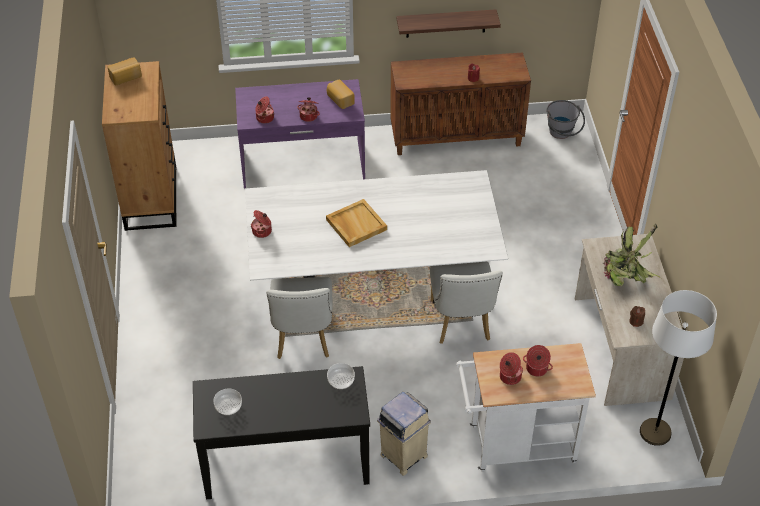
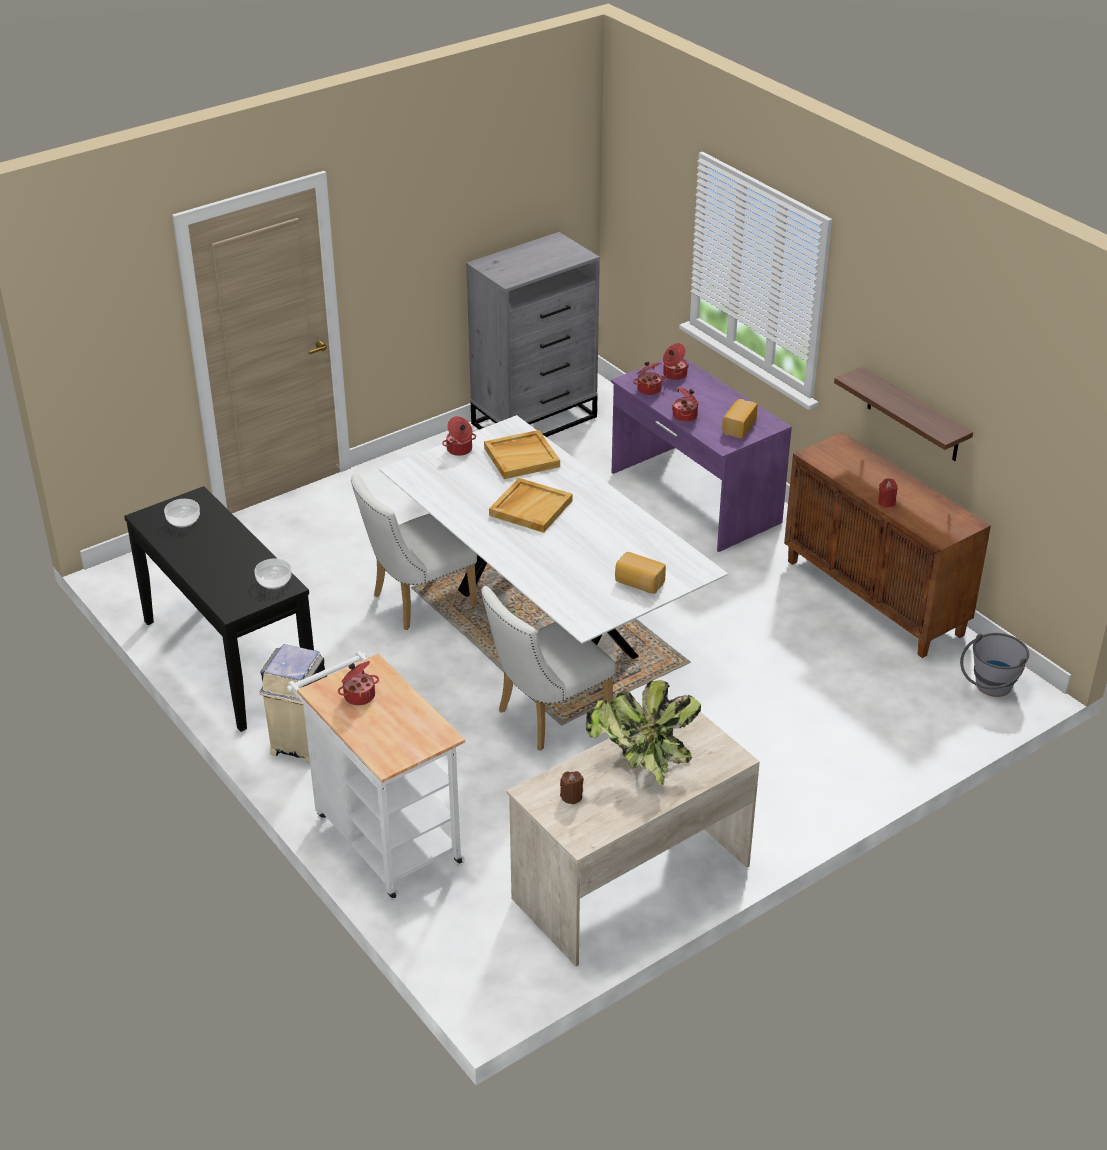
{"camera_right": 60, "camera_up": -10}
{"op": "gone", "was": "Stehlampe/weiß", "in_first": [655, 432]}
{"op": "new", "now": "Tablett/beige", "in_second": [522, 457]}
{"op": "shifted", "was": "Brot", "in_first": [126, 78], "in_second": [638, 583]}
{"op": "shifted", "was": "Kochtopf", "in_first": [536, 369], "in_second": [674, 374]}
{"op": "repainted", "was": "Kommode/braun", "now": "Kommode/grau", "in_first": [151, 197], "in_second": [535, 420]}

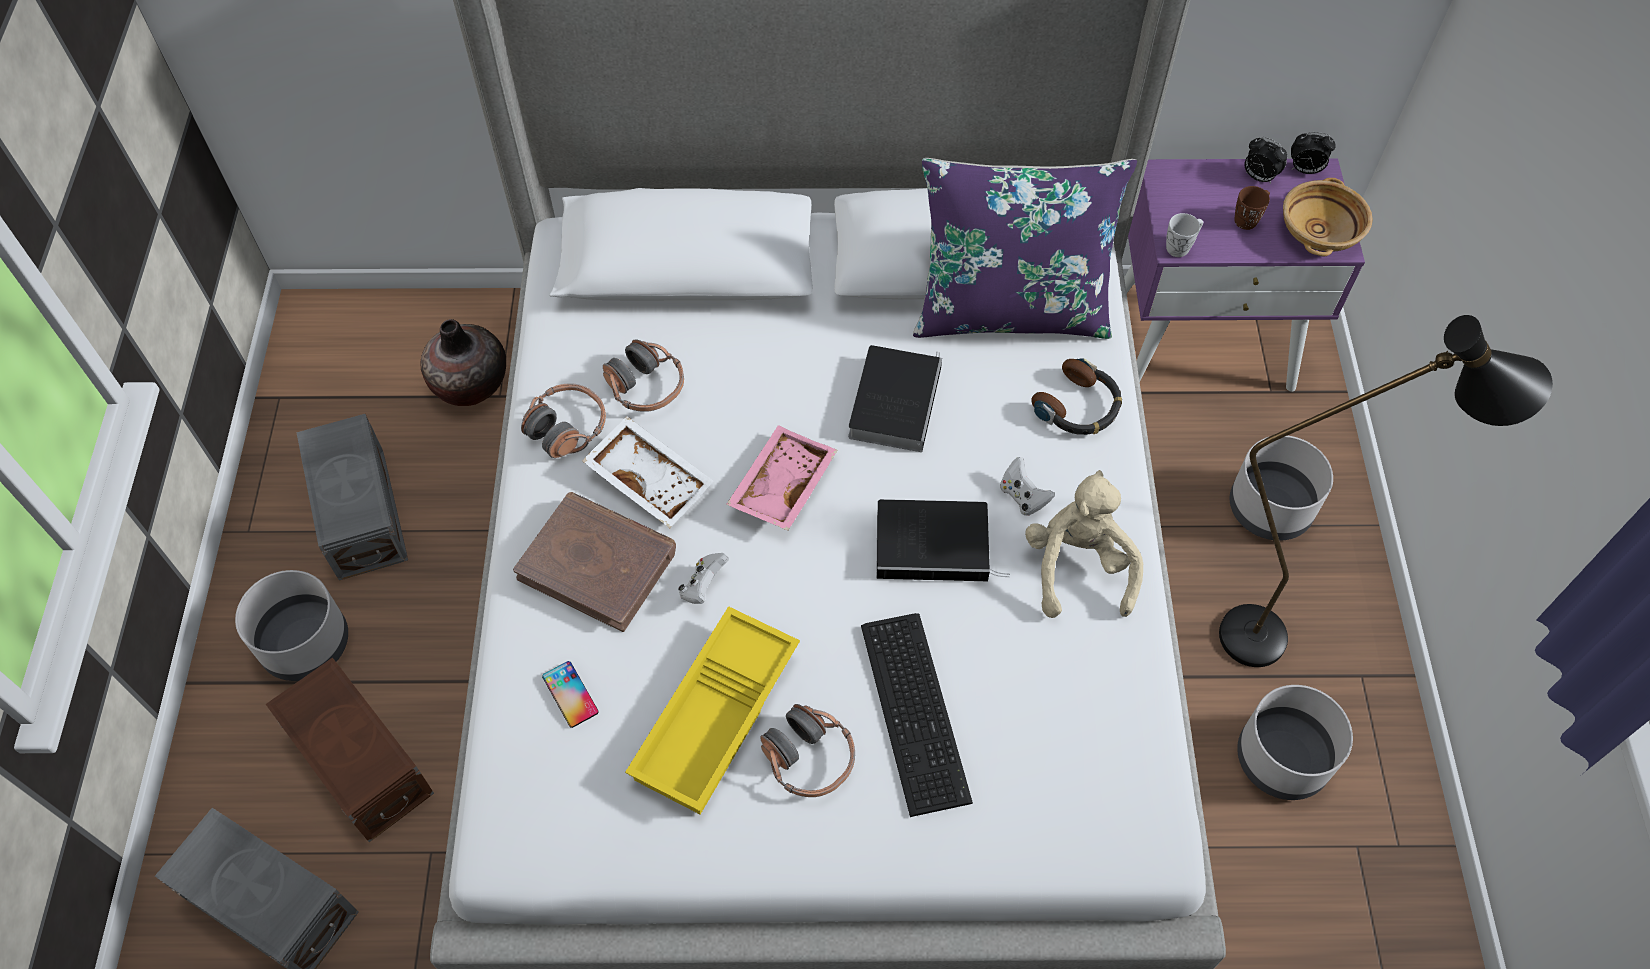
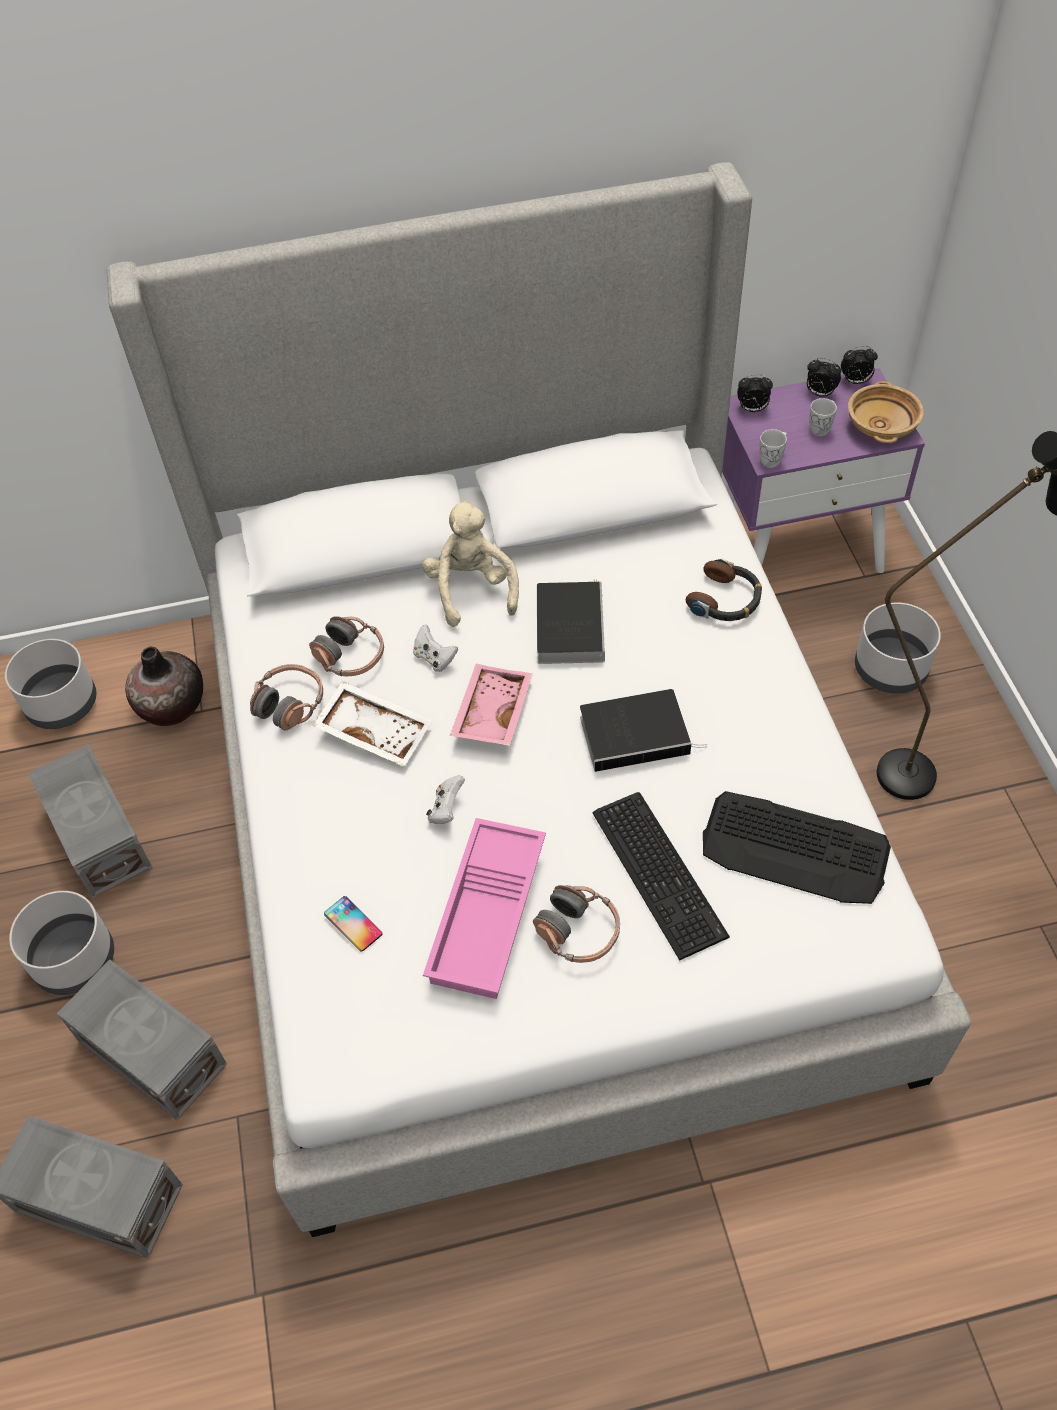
{"camera_right": -10, "camera_up": -5}
{"op": "gone", "was": "Buch/braun", "in_first": [598, 563]}
{"op": "gone", "was": "Kissen/lila", "in_first": [1010, 310]}
{"op": "new", "now": "Tastatur", "in_second": [795, 849]}
{"op": "new", "now": "Wecker", "in_second": [752, 409]}
{"op": "shifted", "was": "Gamepad/weiß", "in_first": [1023, 496], "in_second": [434, 658]}
{"op": "shifted", "was": "Plüschtier/beige", "in_first": [1078, 567], "in_second": [472, 589]}
{"op": "shifted", "was": "Pflanzkübel/grau", "in_first": [1282, 757], "in_second": [62, 703]}
{"op": "repainted", "was": "Aufbewahrungsbox/braun", "now": "Aufbewahrungsbox/grau", "in_first": [361, 760], "in_second": [152, 1050]}
{"op": "repainted", "was": "Tablett/gelb", "now": "Tablett/rosa", "in_first": [718, 718], "in_second": [490, 915]}
{"op": "repainted", "was": "Henkelbecher/braun", "now": "Henkelbecher/weiß", "in_first": [1248, 219], "in_second": [821, 427]}

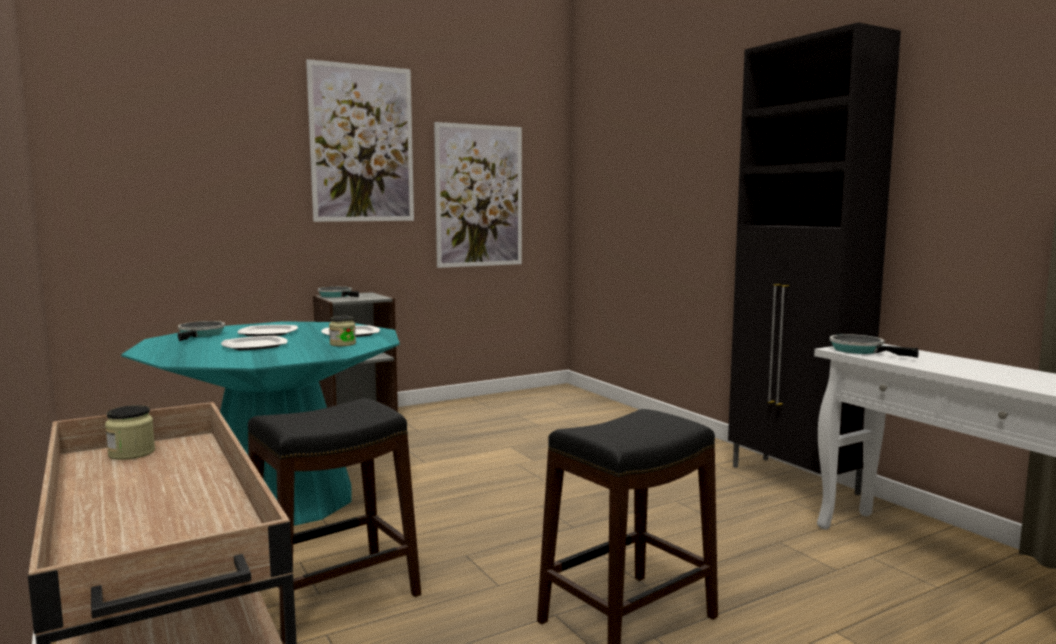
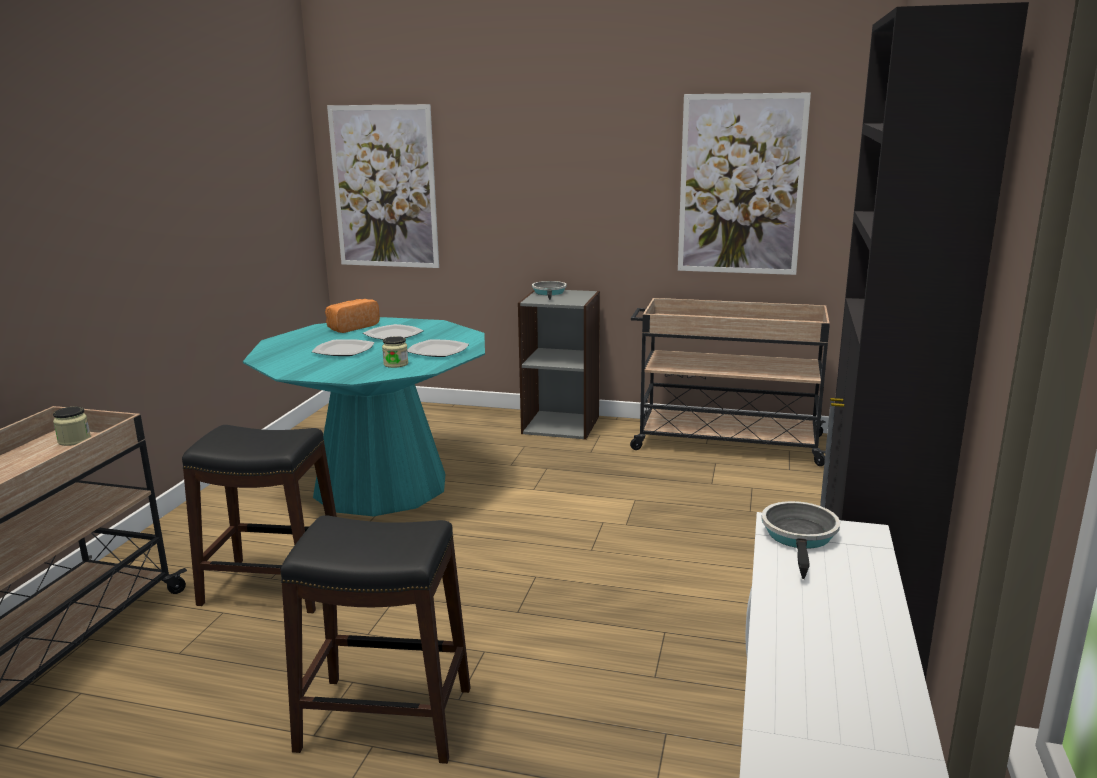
{"camera_right": 45, "camera_up": 10}
{"op": "new", "now": "Rollwagen/beige", "in_second": [725, 443]}
{"op": "shifted", "was": "Bild", "in_first": [362, 144], "in_second": [384, 187]}
{"op": "swapped", "was": "Pfanne", "now": "Brot", "in_first": [201, 335], "in_second": [351, 327]}

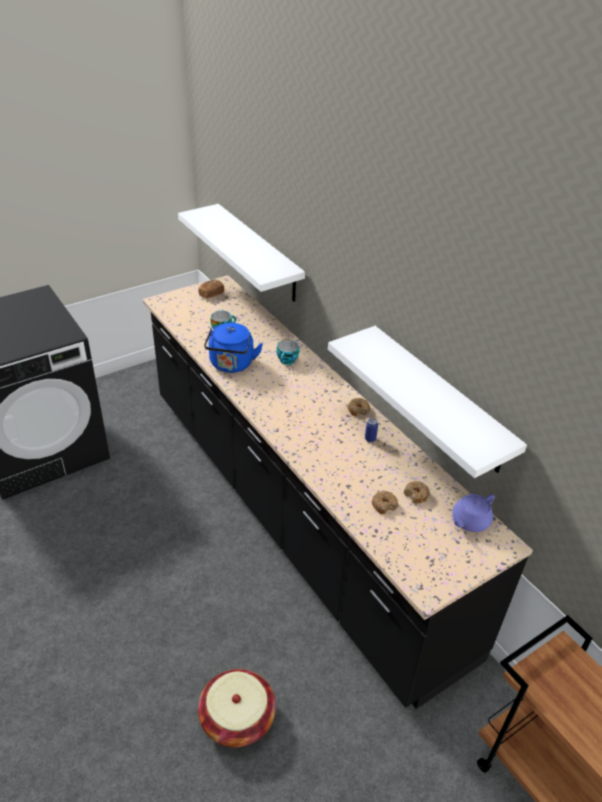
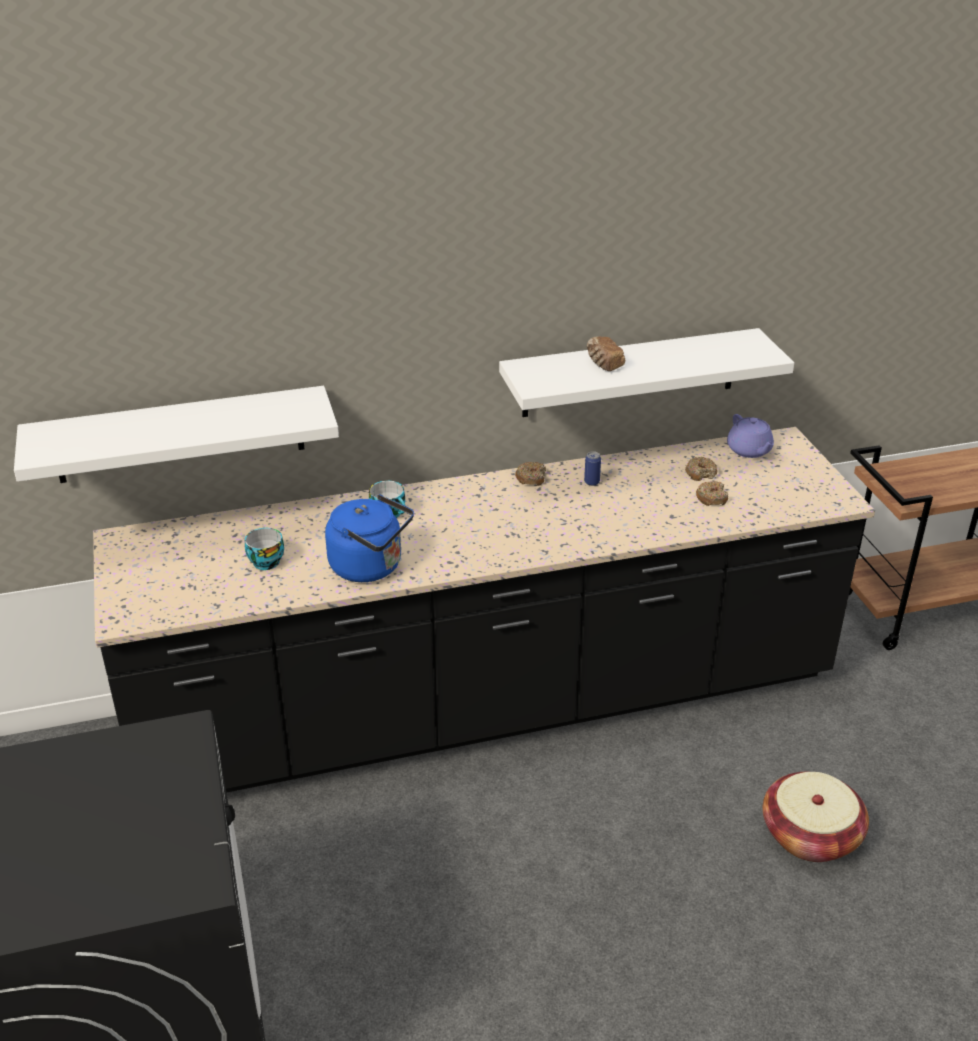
{"camera_right": -70, "camera_up": -5}
{"op": "shifted", "was": "Brot", "in_first": [211, 294], "in_second": [603, 363]}

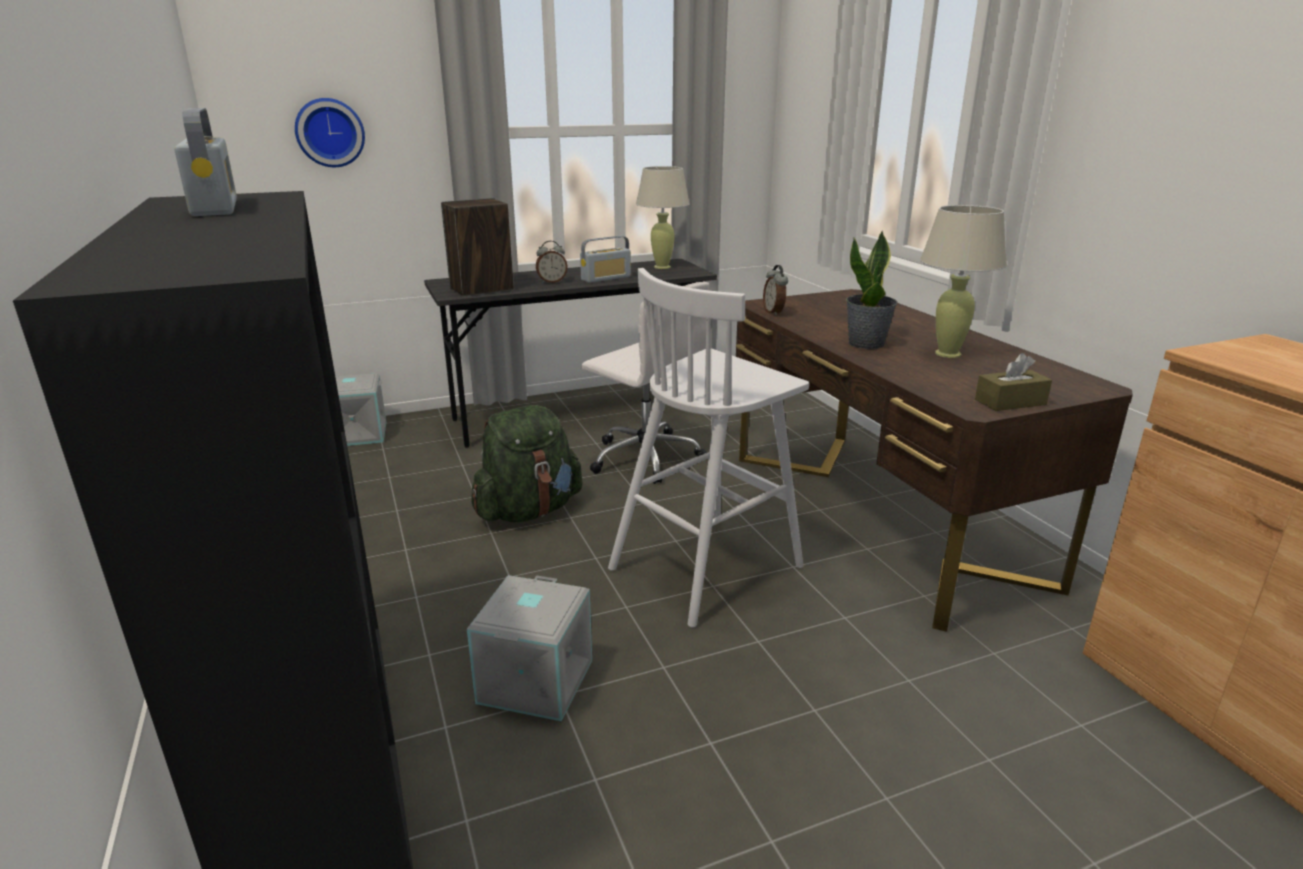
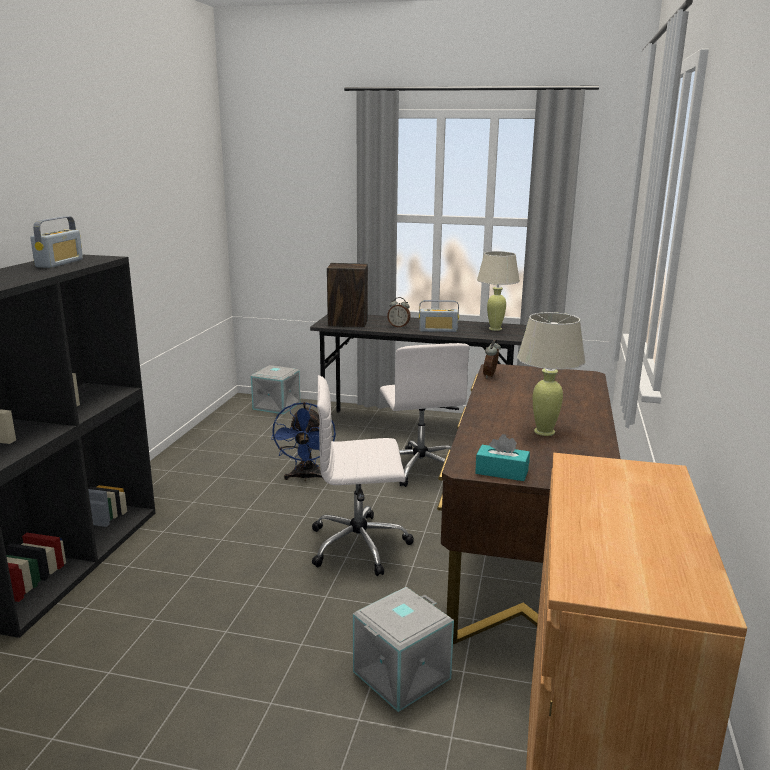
{"camera_right": 35, "camera_up": -5}
{"op": "gone", "was": "Wanduhr", "in_first": [330, 132]}
{"op": "gone", "was": "Topfpflanze", "in_first": [866, 344]}
{"op": "shifted", "was": "Aufbewahrungsbox/grau", "in_first": [537, 682], "in_second": [402, 676]}
{"op": "swapped", "was": "Rucksack/grün", "now": "Ventilator/blau", "in_first": [529, 511], "in_second": [306, 477]}
{"op": "swapped", "was": "Hocker/weiß", "now": "Bürostuhl/weiß", "in_first": [708, 566], "in_second": [360, 545]}
{"op": "repainted", "was": "Taschentuchbox/braun", "now": "Taschentuchbox/türkis", "in_first": [1010, 402], "in_second": [501, 472]}

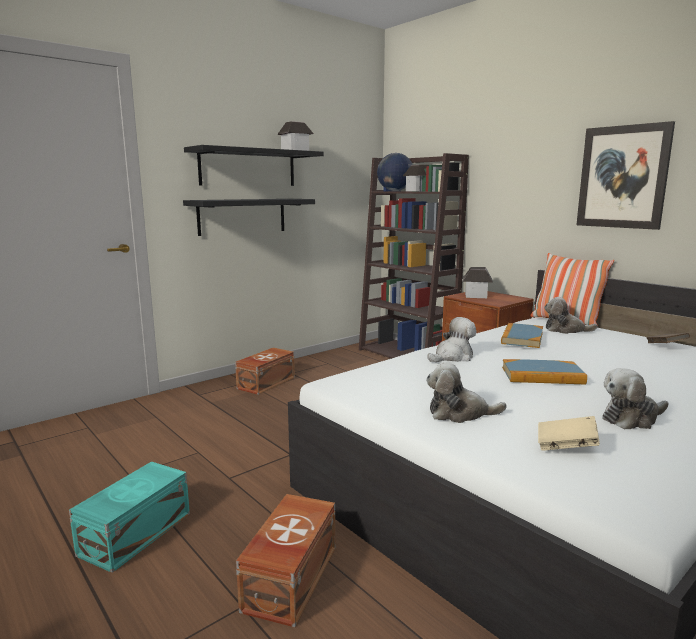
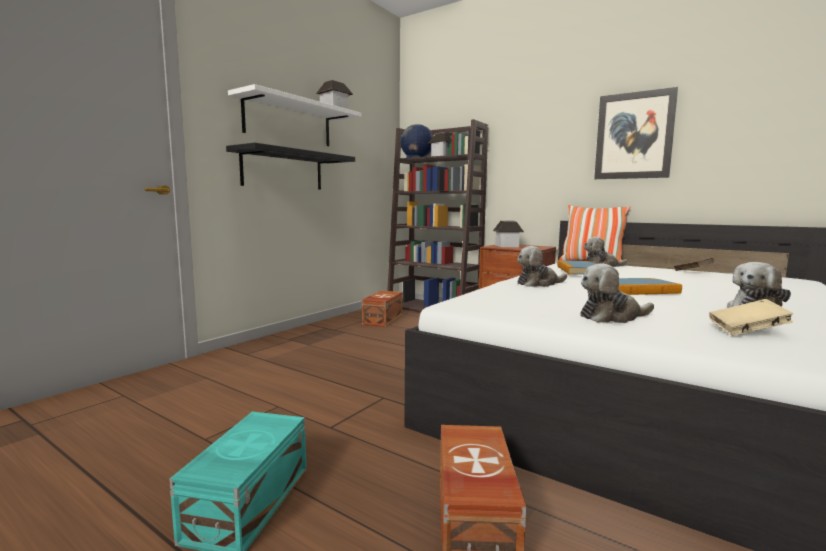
{"camera_right": -15, "camera_up": -5}
{"op": "shifted", "was": "Aufbewahrungsbox/braun", "in_first": [265, 383], "in_second": [382, 319]}
{"op": "repainted", "was": "Wandregal/schwarz", "now": "Wandregal/weiß", "in_first": [248, 168], "in_second": [289, 122]}
{"op": "rotated", "was": "Plüschtier", "in_first": [452, 357], "in_second": [538, 284], "clockwise": -150}

